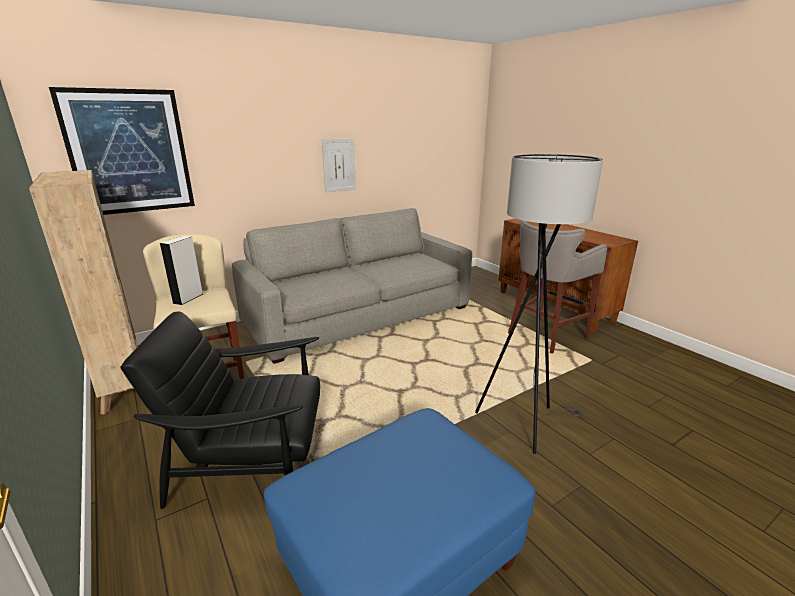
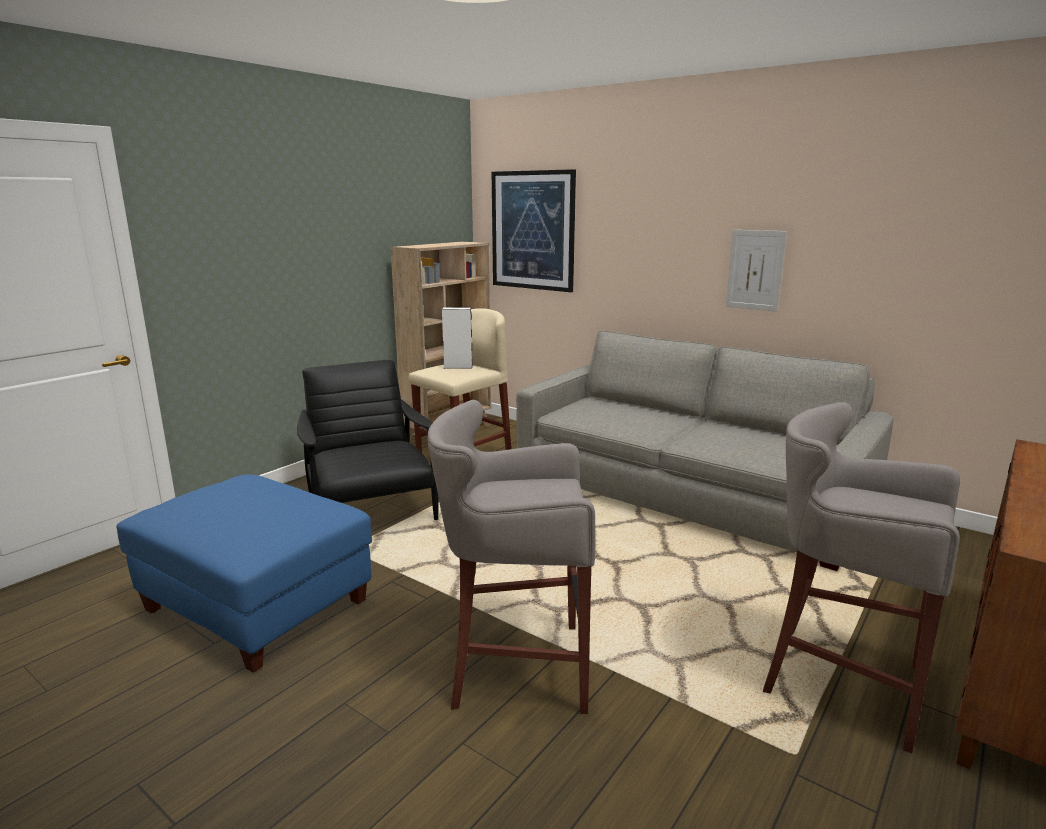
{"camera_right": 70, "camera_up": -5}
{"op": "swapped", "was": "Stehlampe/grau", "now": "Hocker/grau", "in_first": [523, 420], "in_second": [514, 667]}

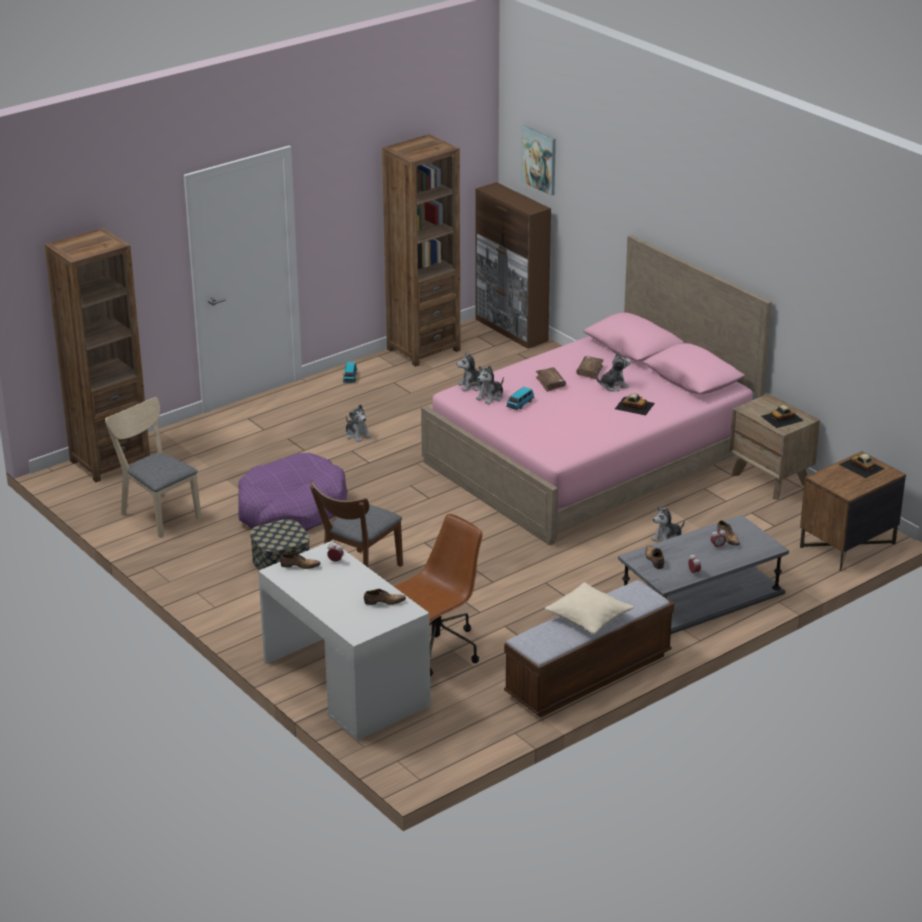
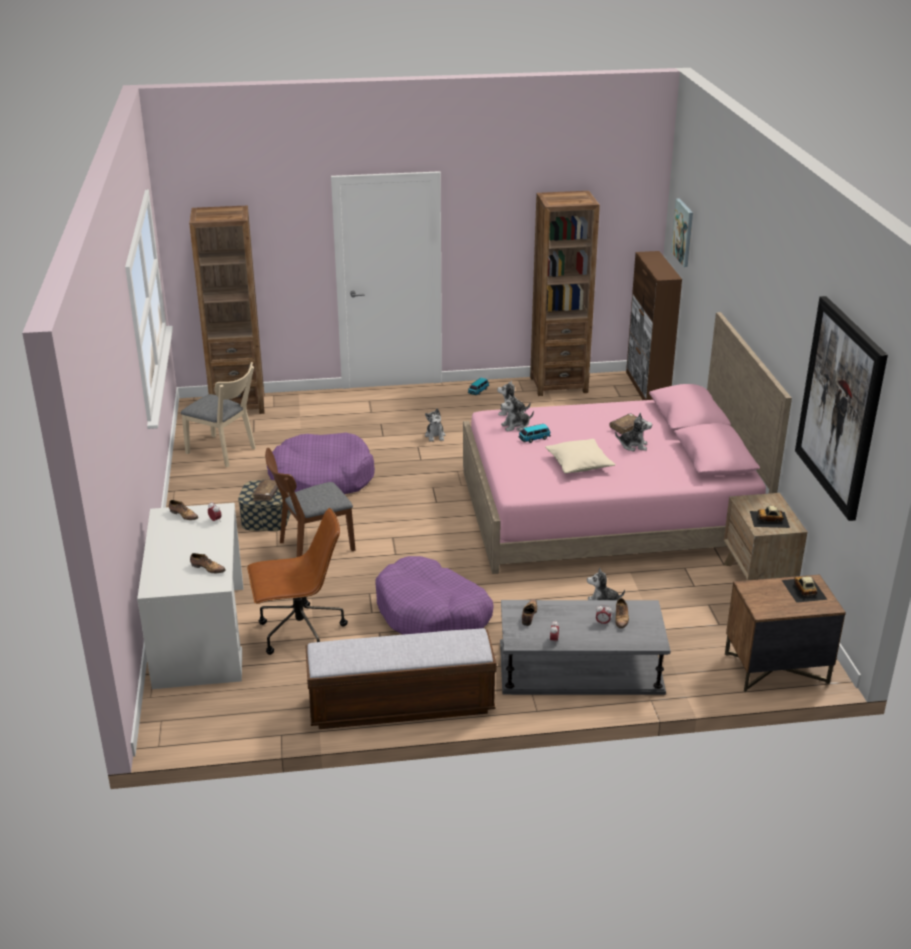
{"camera_right": 30, "camera_up": 0}
{"op": "gone", "was": "Spielzeugauto", "in_first": [634, 406]}
{"op": "new", "now": "Hundebett/lila", "in_second": [432, 614]}
{"op": "new", "now": "Bild", "in_second": [840, 406]}
{"op": "shifted", "was": "Buch/braun", "in_first": [550, 383], "in_second": [266, 494]}
{"op": "shifted", "was": "Kissen/beige", "in_first": [588, 617], "in_second": [579, 464]}
{"op": "rotated", "was": "Stuhl/beige", "in_first": [157, 513], "in_second": [224, 452], "clockwise": 135}

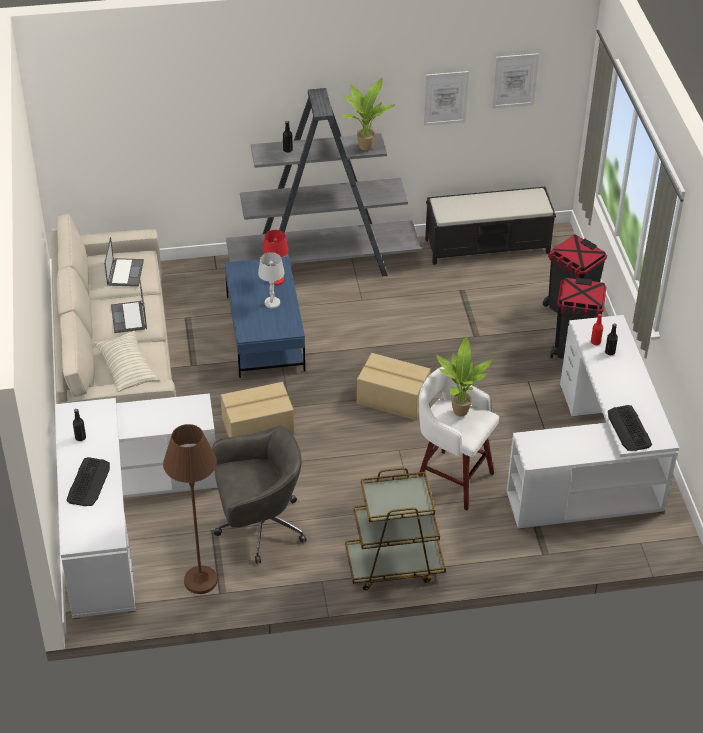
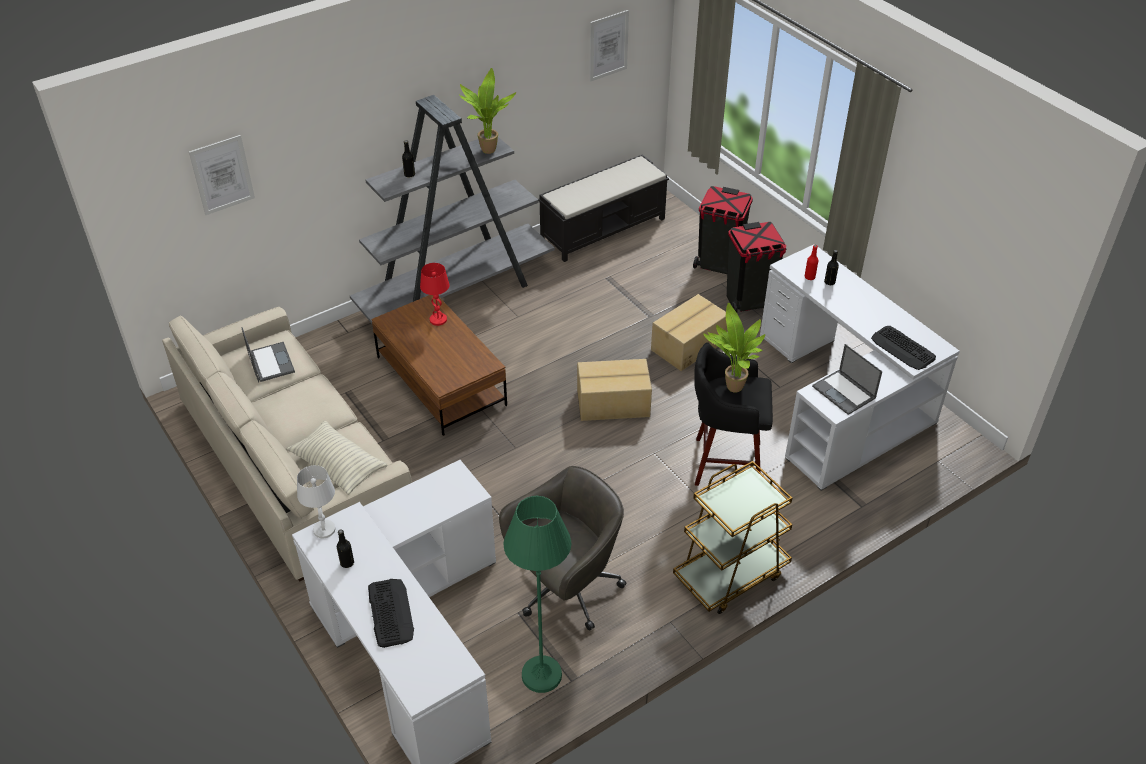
{"camera_right": -25, "camera_up": 0}
{"op": "shifted", "was": "Laptop", "in_first": [129, 318], "in_second": [844, 392]}
{"op": "shifted", "was": "Karton", "in_first": [257, 426], "in_second": [687, 345]}
{"op": "shifted", "was": "Tischlampe/weiß", "in_first": [272, 303], "in_second": [324, 530]}
{"op": "shifted", "was": "Bild", "in_first": [445, 98], "in_second": [222, 175]}
{"op": "repainted", "was": "Stehlampe/braun", "now": "Stehlampe/grün", "in_first": [200, 580], "in_second": [541, 675]}
{"op": "repainted", "was": "Couchtisch/blau", "now": "Couchtisch/braun", "in_first": [264, 333], "in_second": [440, 381]}
{"op": "repainted", "was": "Hocker/weiß", "now": "Hocker/schwarz", "in_first": [452, 478], "in_second": [724, 463]}

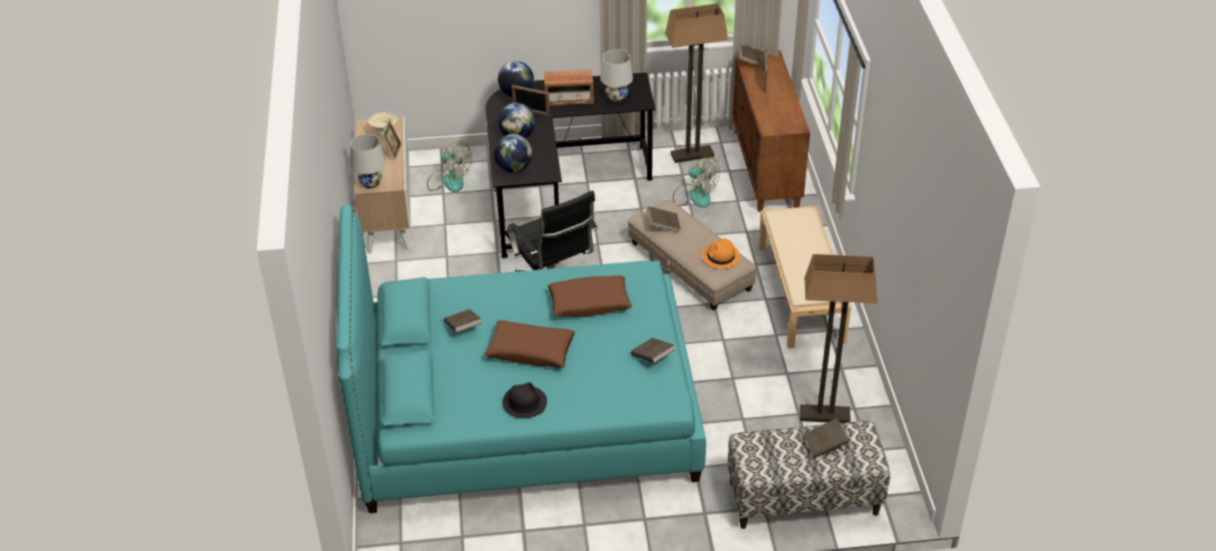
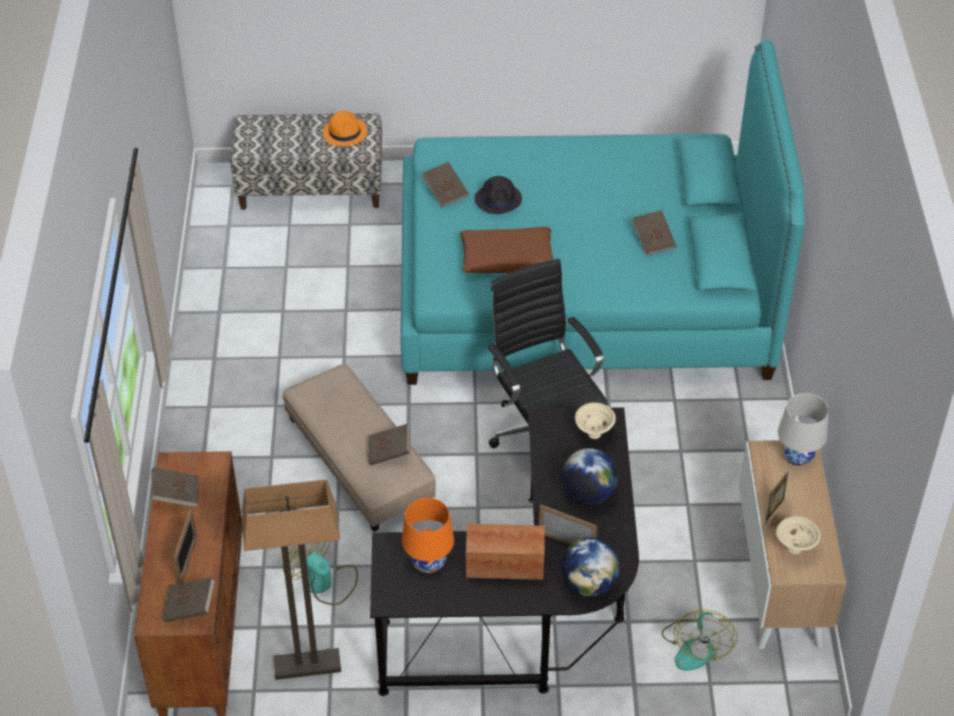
{"camera_right": -175, "camera_up": 5}
{"op": "gone", "was": "Kissen/braun", "in_first": [530, 350]}
{"op": "gone", "was": "Bank/beige", "in_first": [801, 293]}
{"op": "gone", "was": "Stehlampe", "in_first": [824, 415]}
{"op": "shifted", "was": "Hut/schwarz", "in_first": [524, 402], "in_second": [498, 199]}
{"op": "shifted", "was": "Hut/orange", "in_first": [720, 257], "in_second": [345, 132]}
{"op": "shifted", "was": "Buch/braun", "in_first": [825, 445], "in_second": [176, 495]}
{"op": "swapped", "was": "Globus", "now": "Schüssel/beige", "in_first": [514, 168], "in_second": [594, 435]}
{"op": "repainted", "was": "Tischlampe/weiß", "now": "Tischlampe/orange", "in_first": [616, 97], "in_second": [429, 562]}
{"op": "rotated", "was": "Ventilator", "in_first": [448, 180], "in_second": [696, 646], "clockwise": -120}

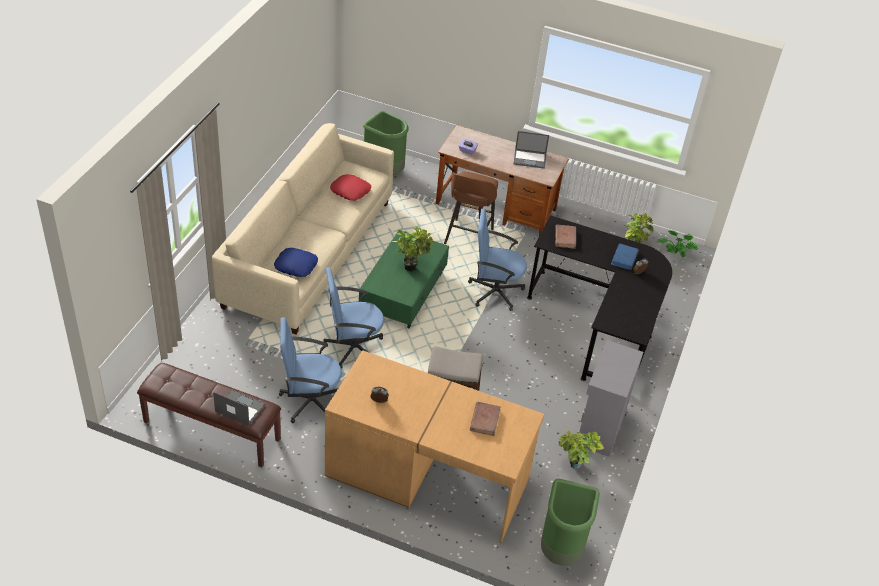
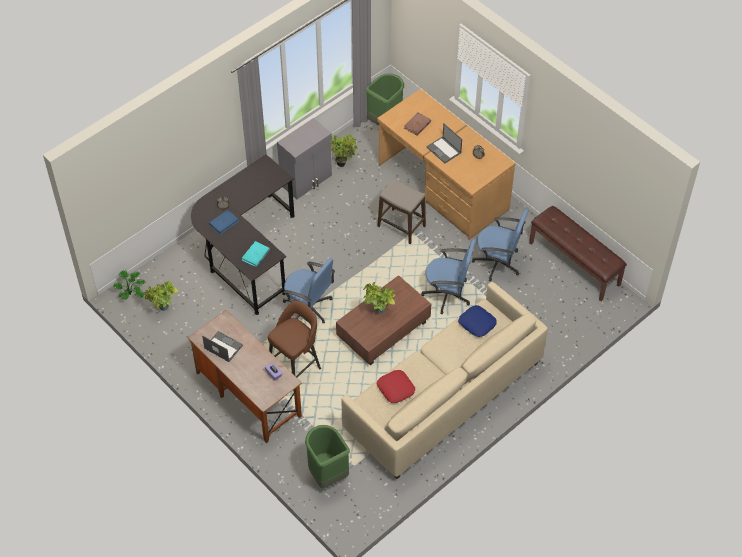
{"camera_right": -150, "camera_up": 10}
{"op": "shifted", "was": "Laptop", "in_first": [239, 408], "in_second": [444, 150]}
{"op": "repainted", "was": "Couchtisch/grün", "now": "Couchtisch/braun", "in_first": [403, 292], "in_second": [382, 331]}
{"op": "repainted", "was": "Buch/braun", "now": "Buch/türkis", "in_first": [565, 238], "in_second": [255, 255]}

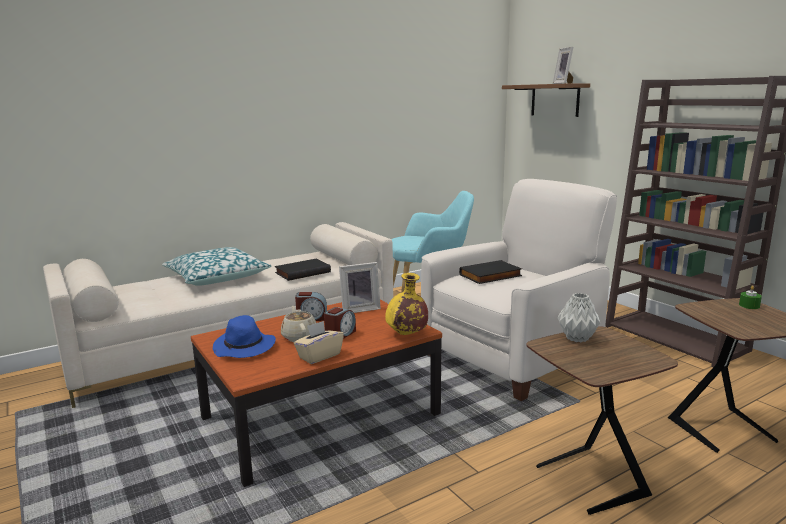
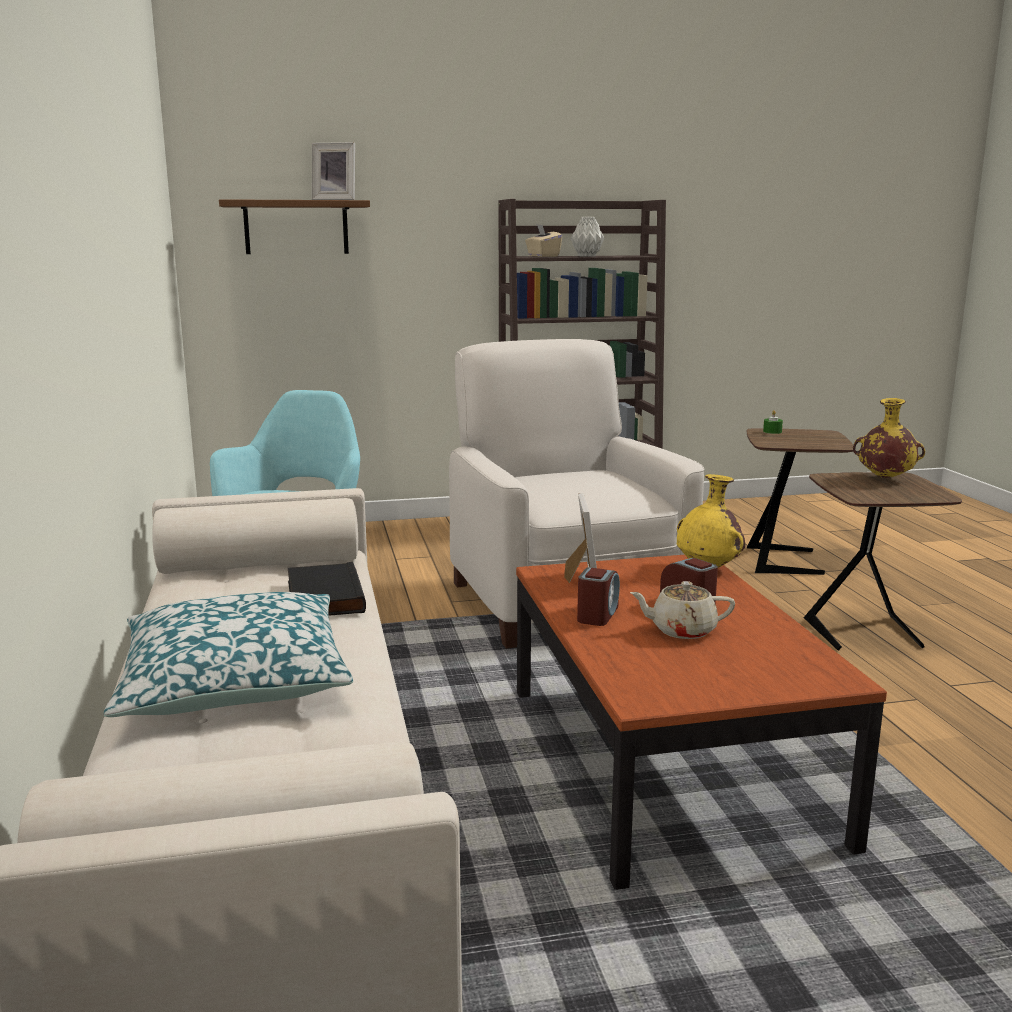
{"camera_right": -70, "camera_up": 0}
{"op": "gone", "was": "Hut/blau", "in_first": [245, 348]}
{"op": "gone", "was": "Buch/schwarz", "in_first": [490, 276]}
{"op": "new", "now": "Vase/gelb", "in_second": [884, 478]}
{"op": "shifted", "was": "Taschentuchbox/beige", "in_first": [319, 356], "in_second": [543, 256]}
{"op": "shifted", "was": "Vase/grau", "in_first": [576, 338], "in_second": [586, 256]}

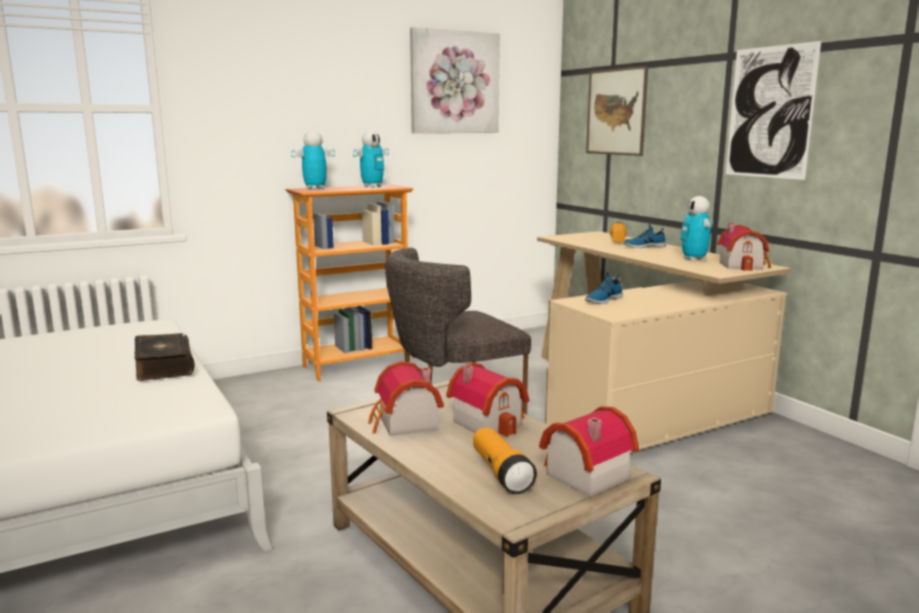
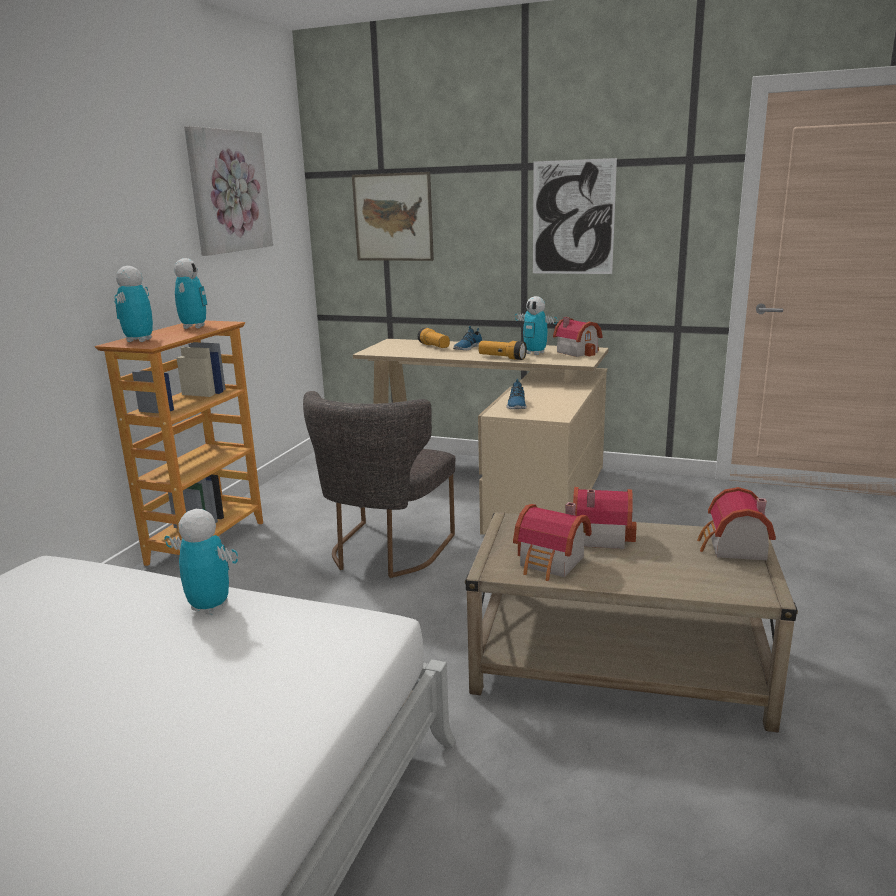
{"camera_right": -40, "camera_up": 5}
{"op": "shifted", "was": "Taschenlampe", "in_first": [501, 473], "in_second": [502, 358]}
{"op": "swapped", "was": "Buch", "now": "Spielzeugroboter", "in_first": [163, 367], "in_second": [209, 607]}

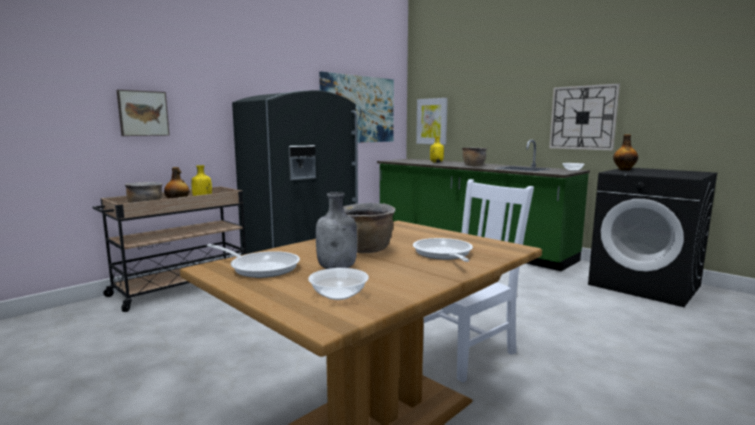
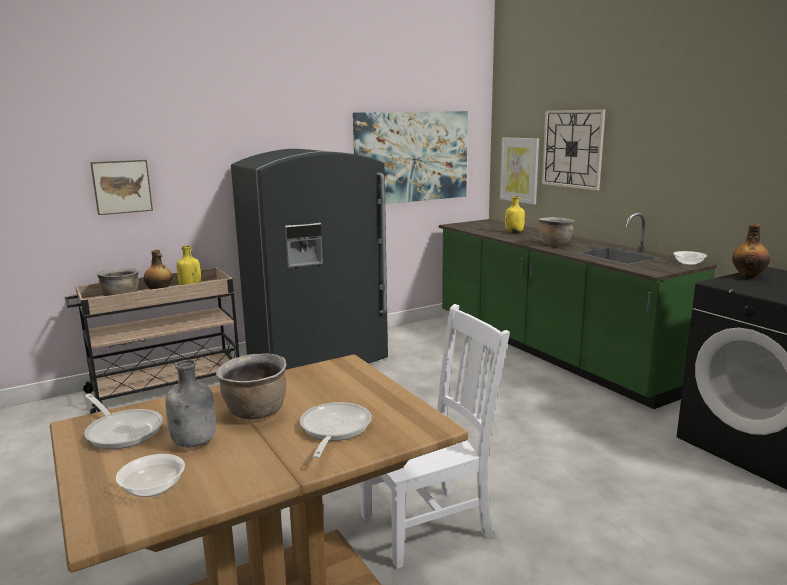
{"camera_right": 15, "camera_up": 5}
{"op": "shifted", "was": "Wanduhr", "in_first": [583, 117], "in_second": [572, 149]}

